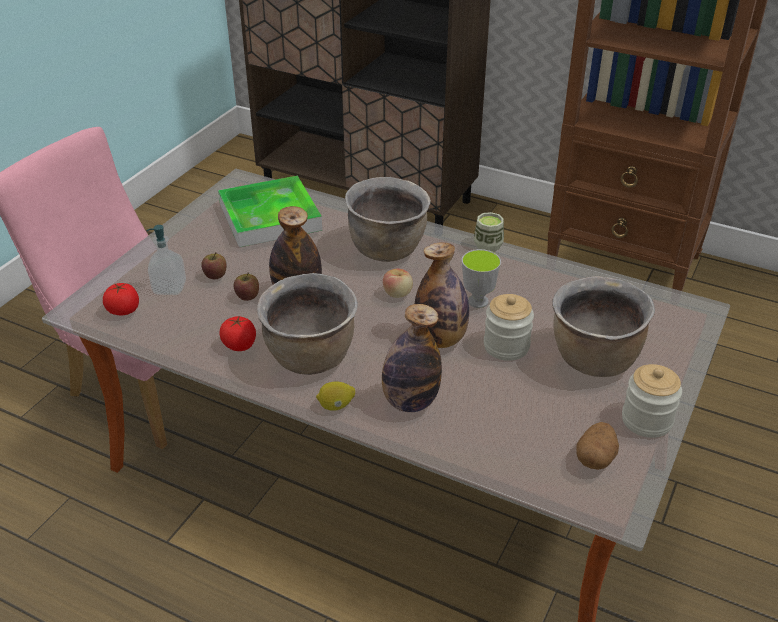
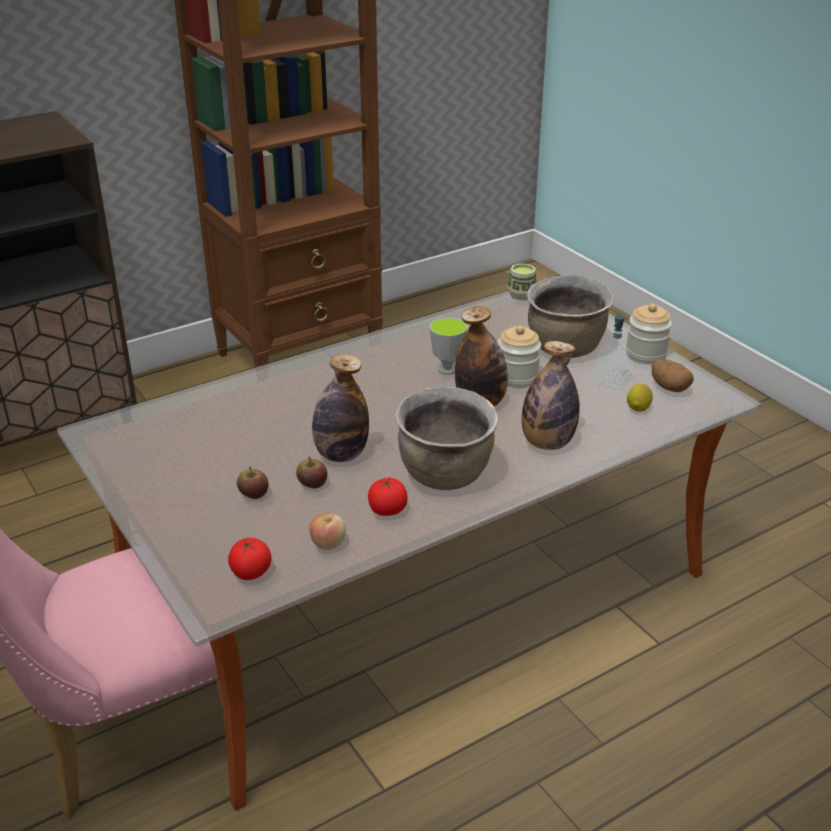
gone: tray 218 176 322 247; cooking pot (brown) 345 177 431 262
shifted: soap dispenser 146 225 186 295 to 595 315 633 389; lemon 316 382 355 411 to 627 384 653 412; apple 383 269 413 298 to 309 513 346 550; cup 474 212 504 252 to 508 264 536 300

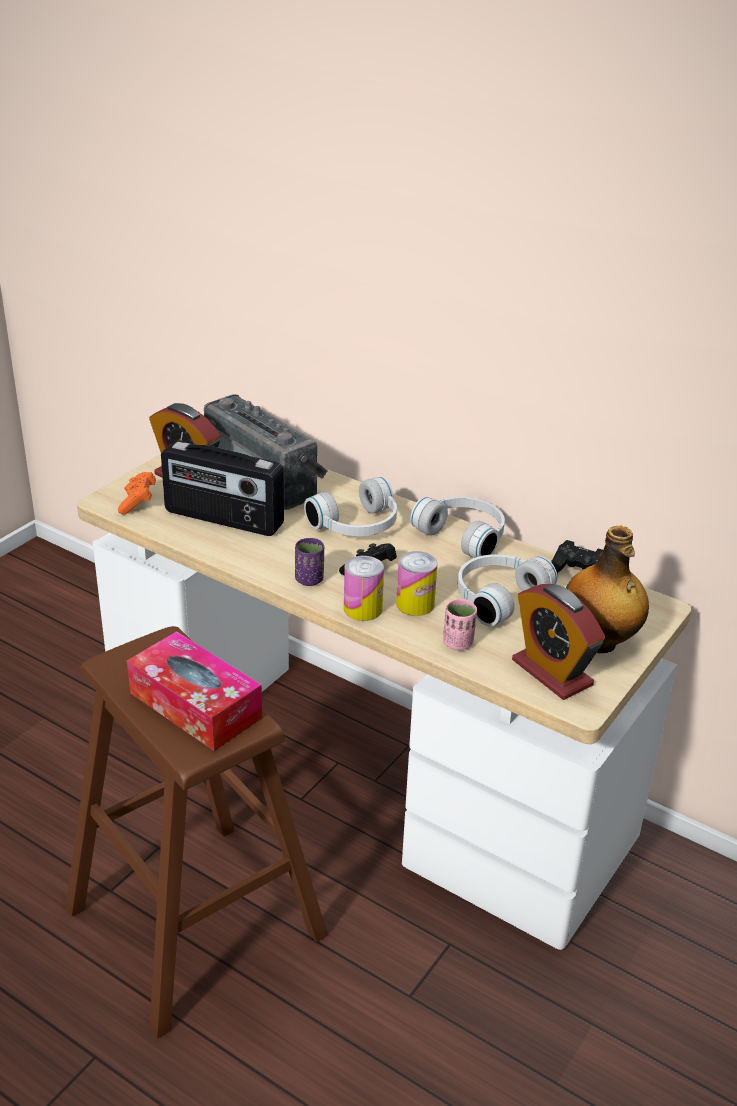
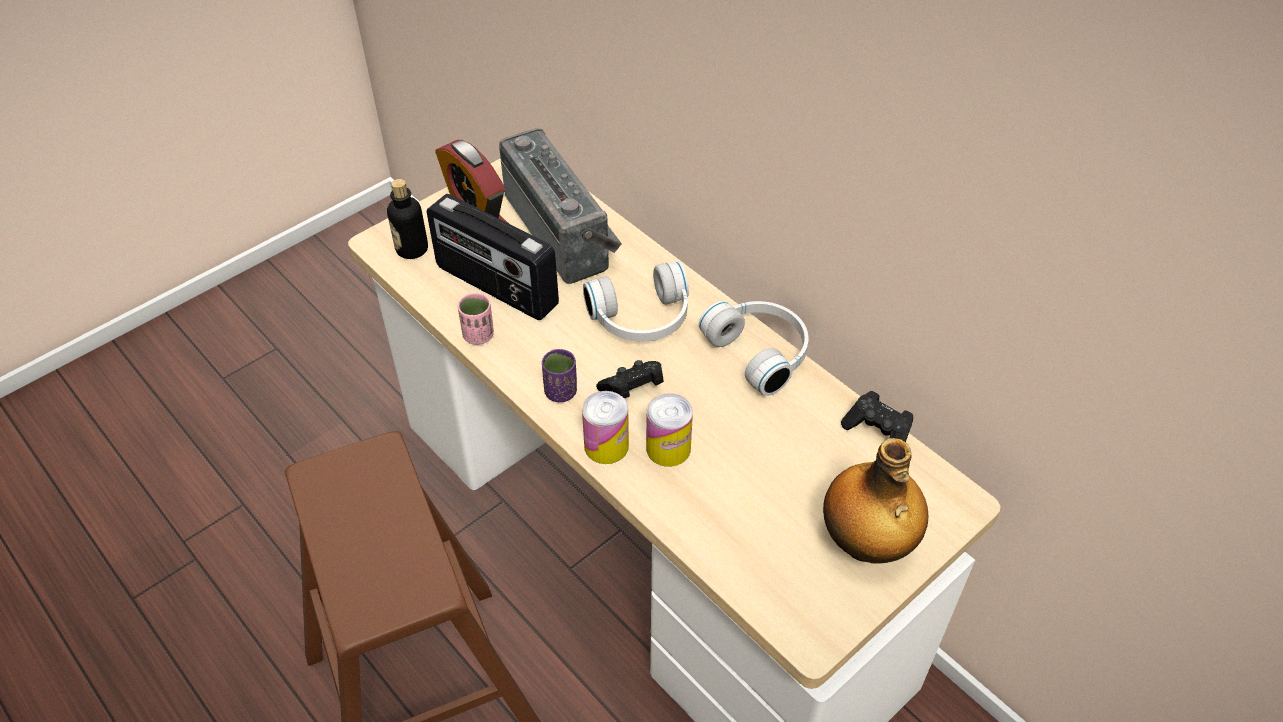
gone: tissue box 127 631 262 751; headphones (white) 458 554 558 626; alarm clock 512 584 605 700
shifted: cup (pink) 443 599 477 650 to 458 293 494 345
swapped: game controller (orange) 118 472 156 514 to bottle 387 179 428 259

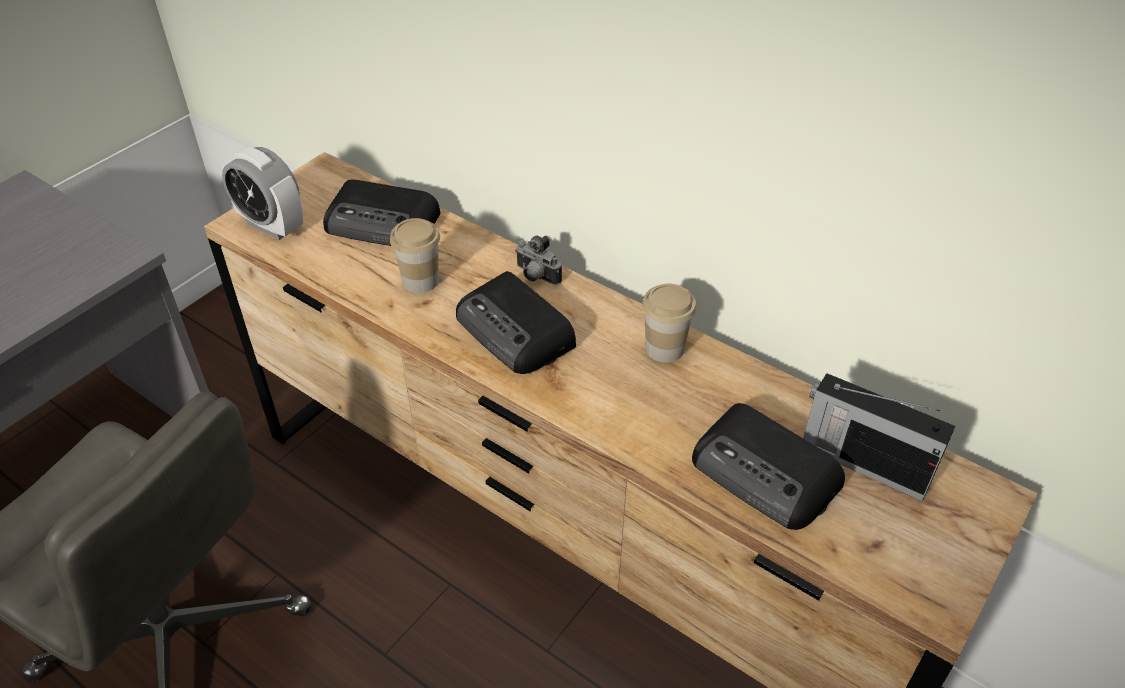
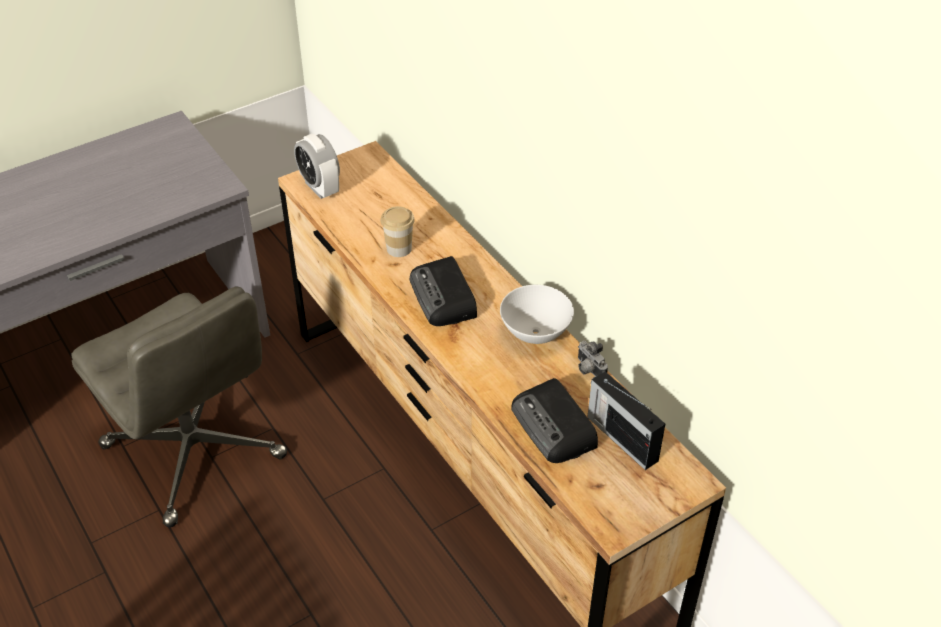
gone: radio 323 180 440 246
shifted: photo camera 515 235 562 285 to 578 341 608 376
swapped: cup 642 284 696 363 to bowl (white) 500 285 574 344

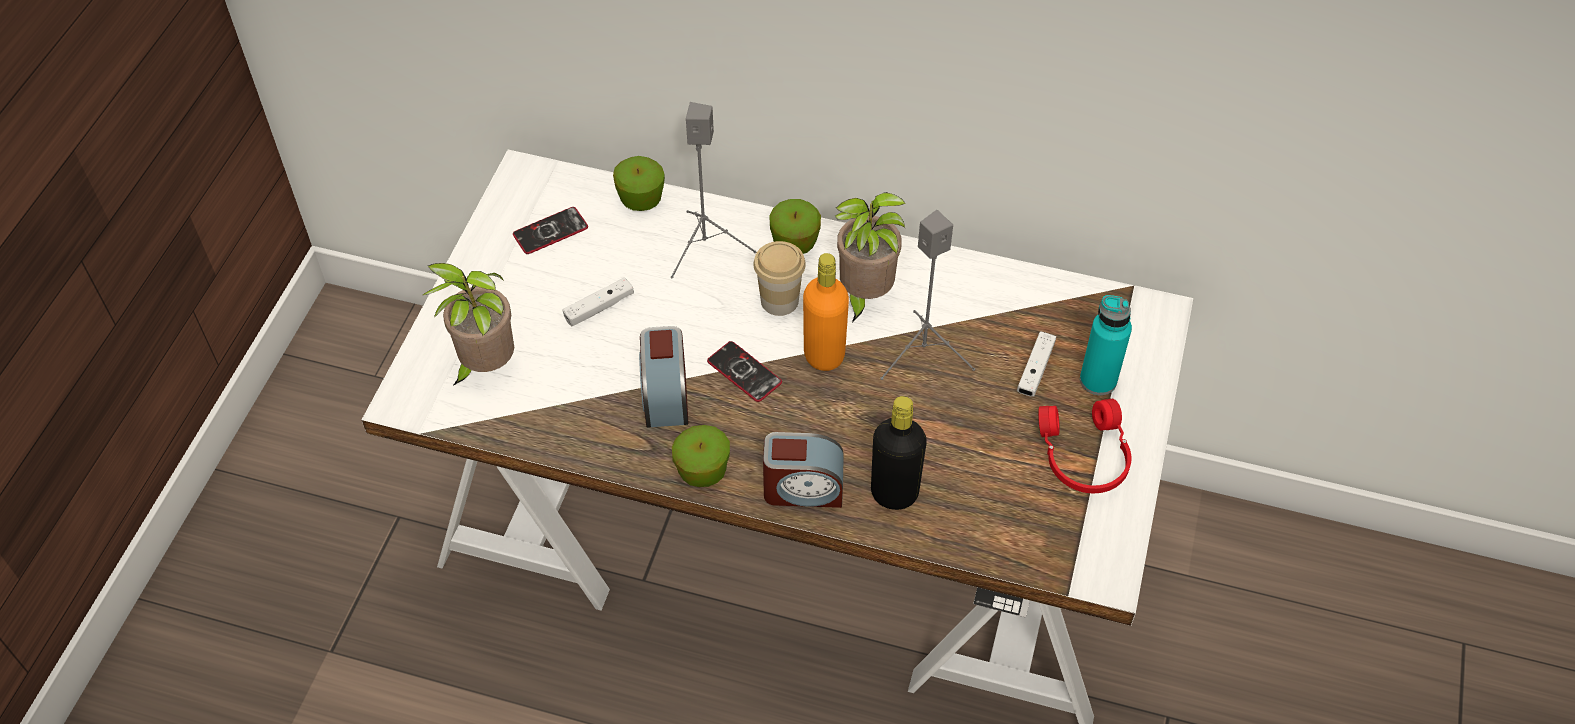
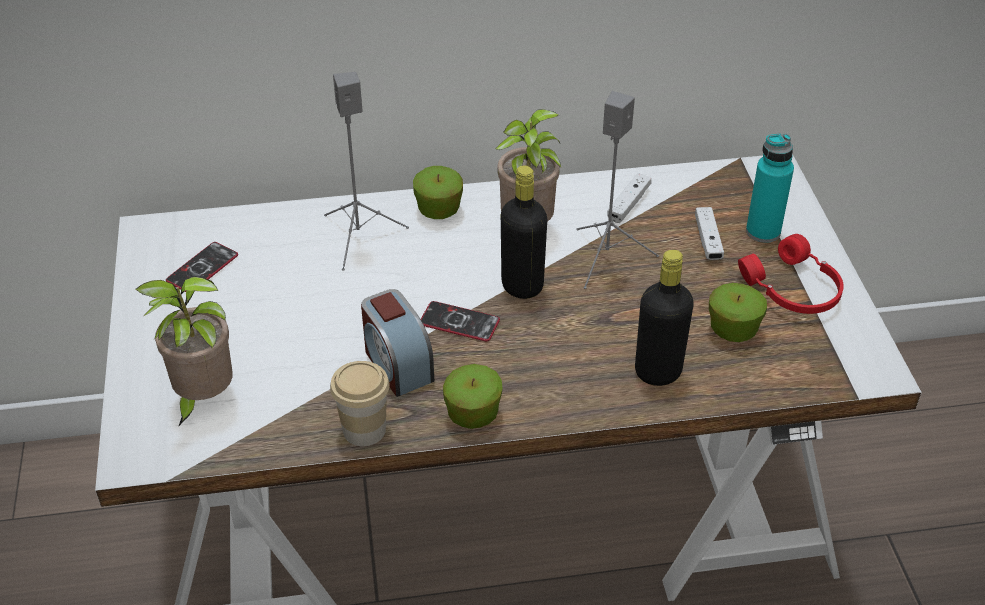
gone: alarm clock 763 432 844 508
shifted: game controller (white) 563 278 634 327 to 607 173 651 223; apple 613 156 665 211 to 709 283 767 342; cup 753 241 806 316 to 330 361 390 446
repainted: bottle (orange) 803 253 849 371 to bottle (black) 501 165 547 299

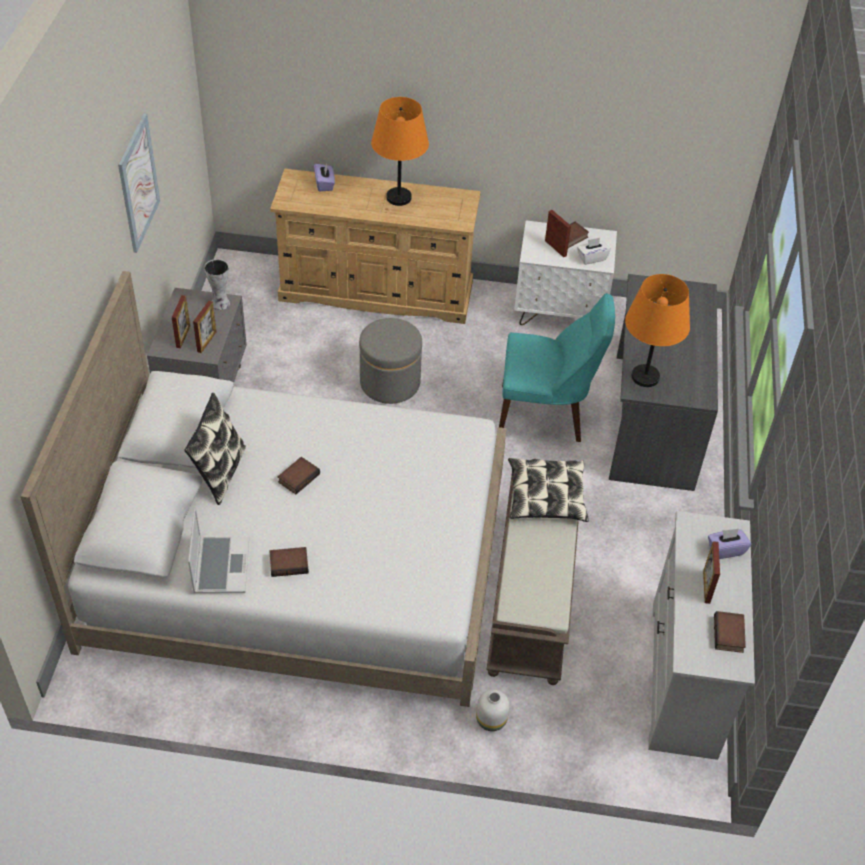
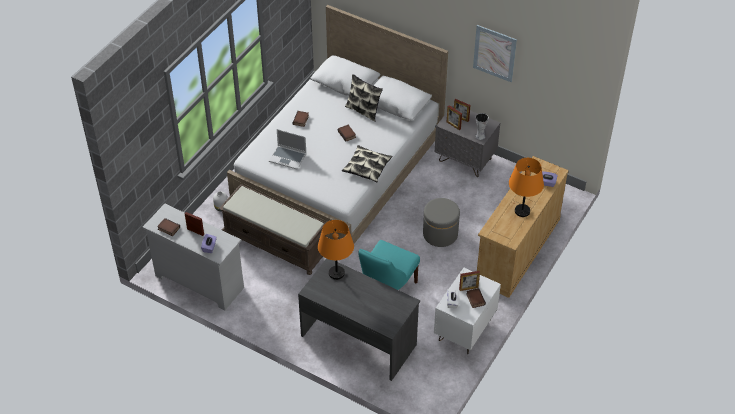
shifted: laptop 188 506 249 593 to 269 129 307 170; pillow 508 458 589 522 to 342 145 393 182

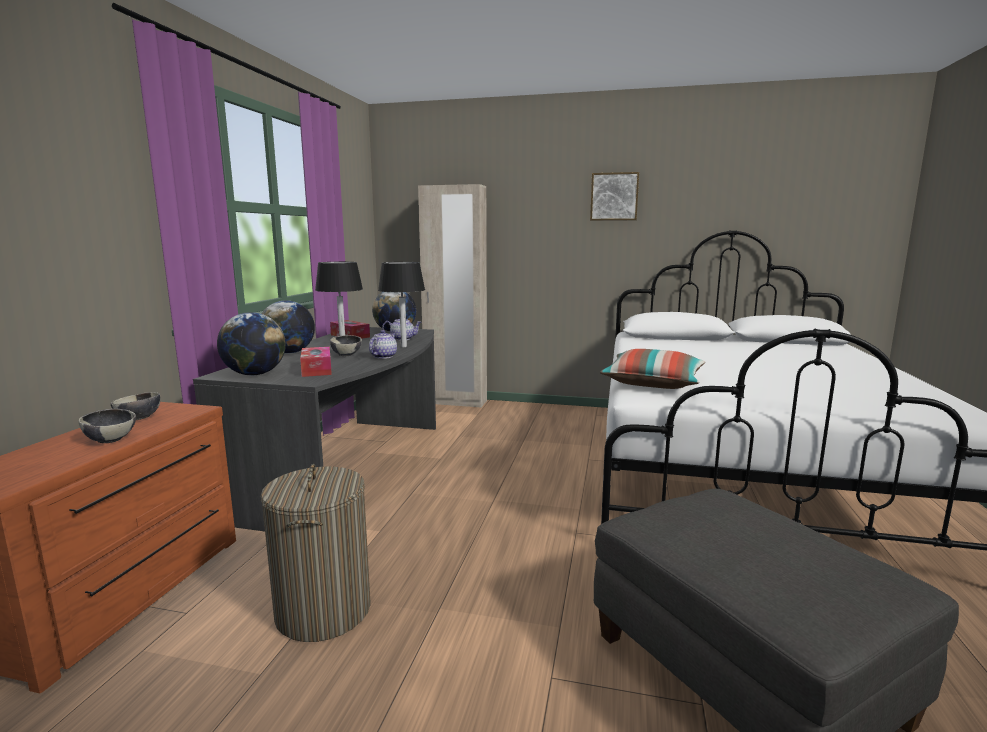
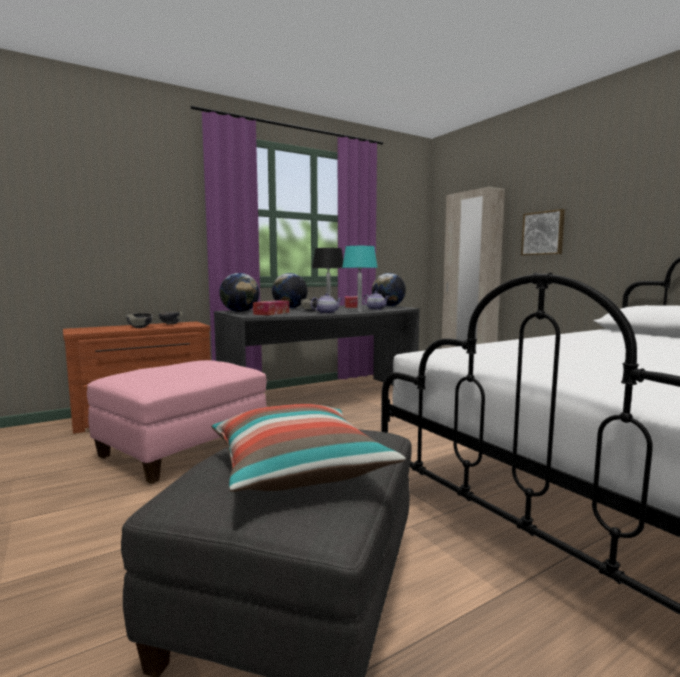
shifted: picture 590 172 639 221 to 521 209 565 256; pillow 600 349 705 389 to 212 404 406 492
swapped: laundry basket 261 464 371 642 to ottoman (pink) 87 360 267 484
repainted: table lamp (black) 378 262 425 347 to table lamp (turquoise) 342 246 378 312

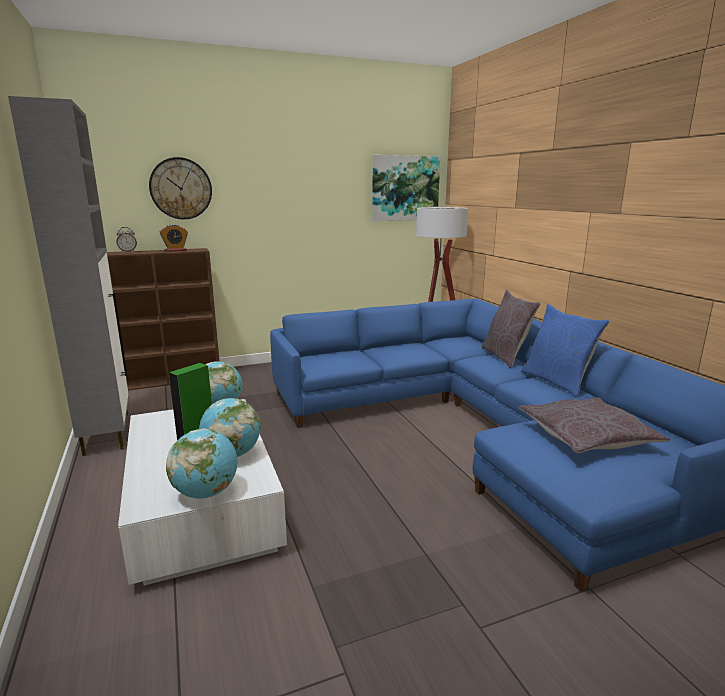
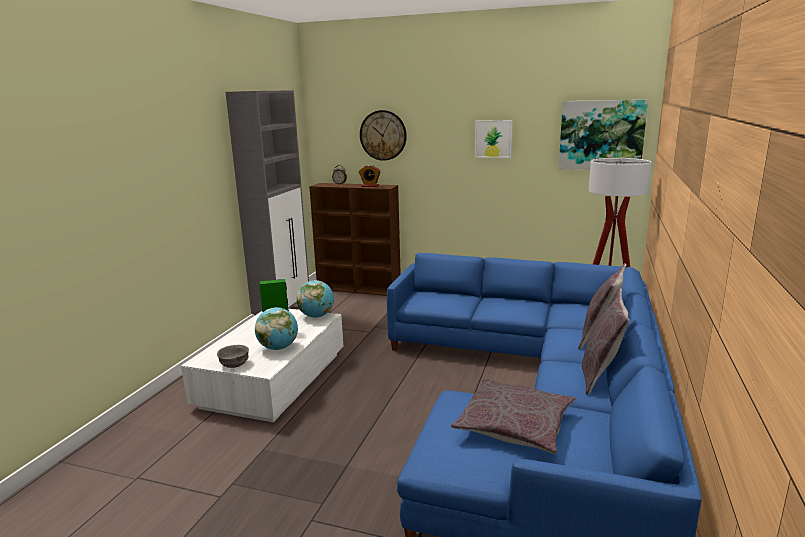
new: picture 475 120 513 158
swapped: globe 166 429 237 499 to bowl (grey) 217 345 249 368
repainted: pillow (blue) 521 304 609 398 to pillow (grey) 582 288 630 395

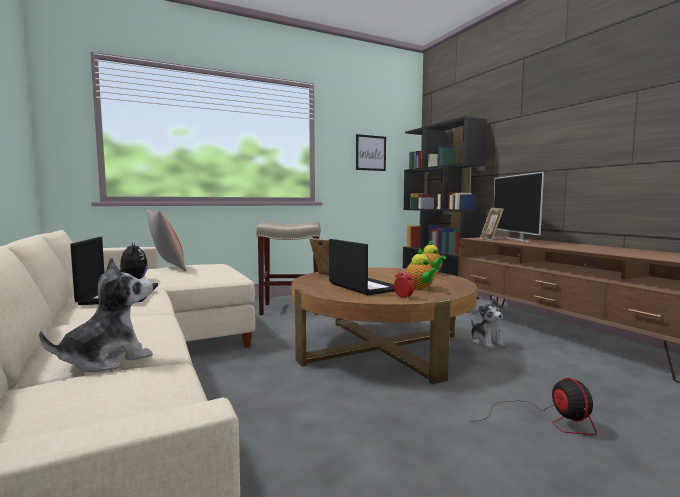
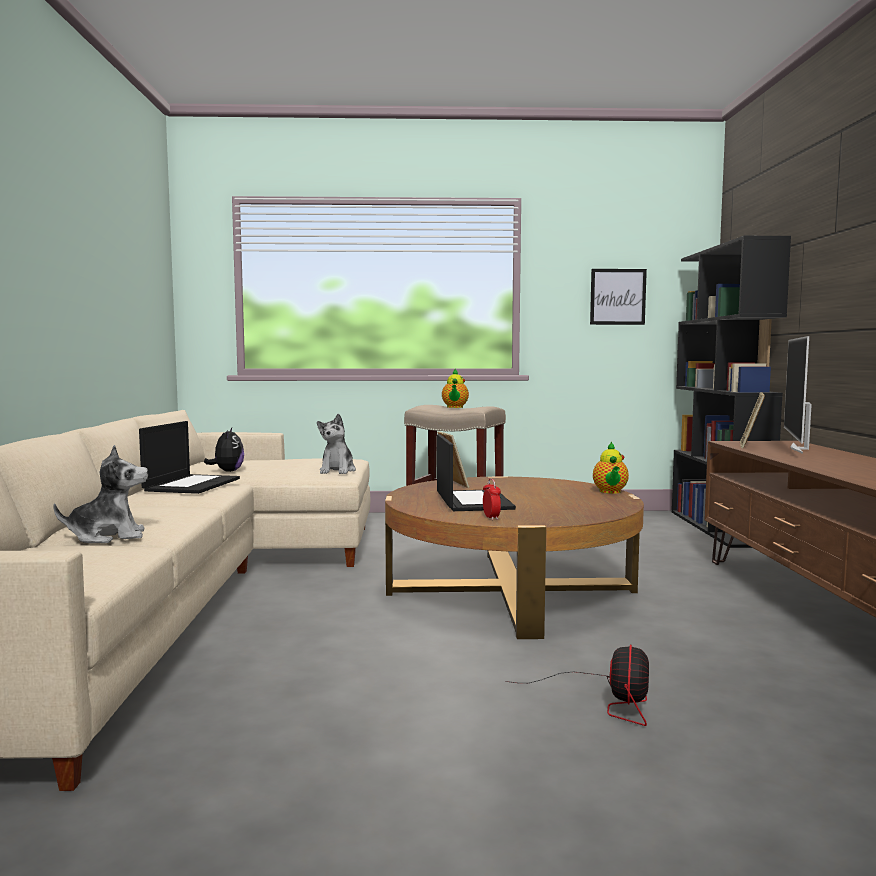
gone: pillow 146 209 186 271
shifted: teapot 405 248 439 290 to 442 369 469 408; plush toy 471 298 506 349 to 317 414 356 474

